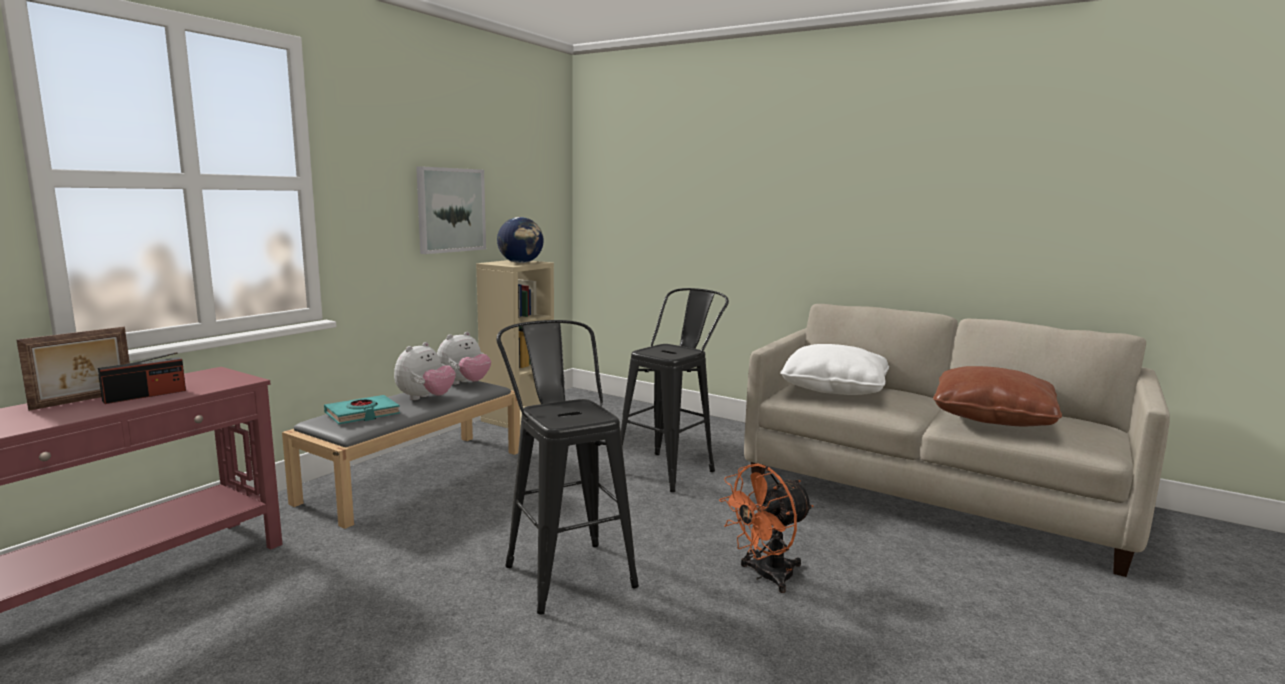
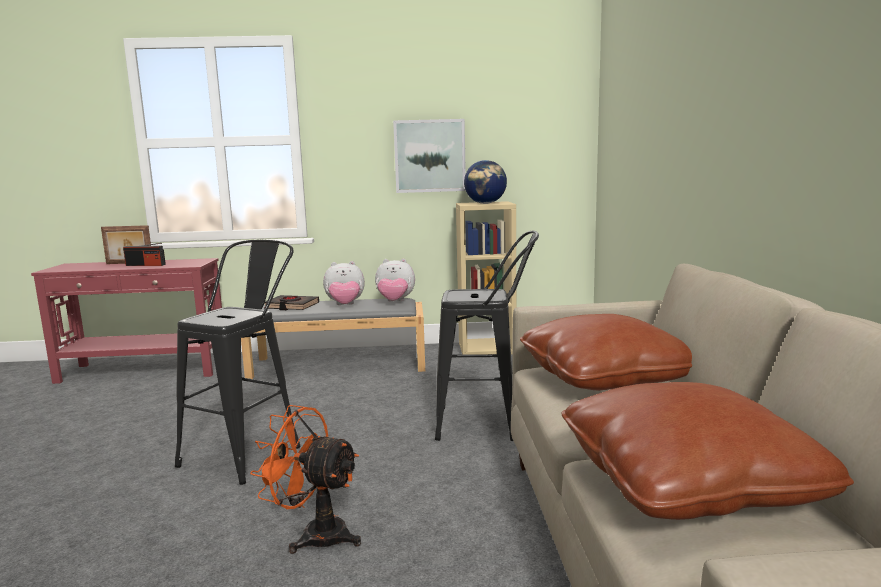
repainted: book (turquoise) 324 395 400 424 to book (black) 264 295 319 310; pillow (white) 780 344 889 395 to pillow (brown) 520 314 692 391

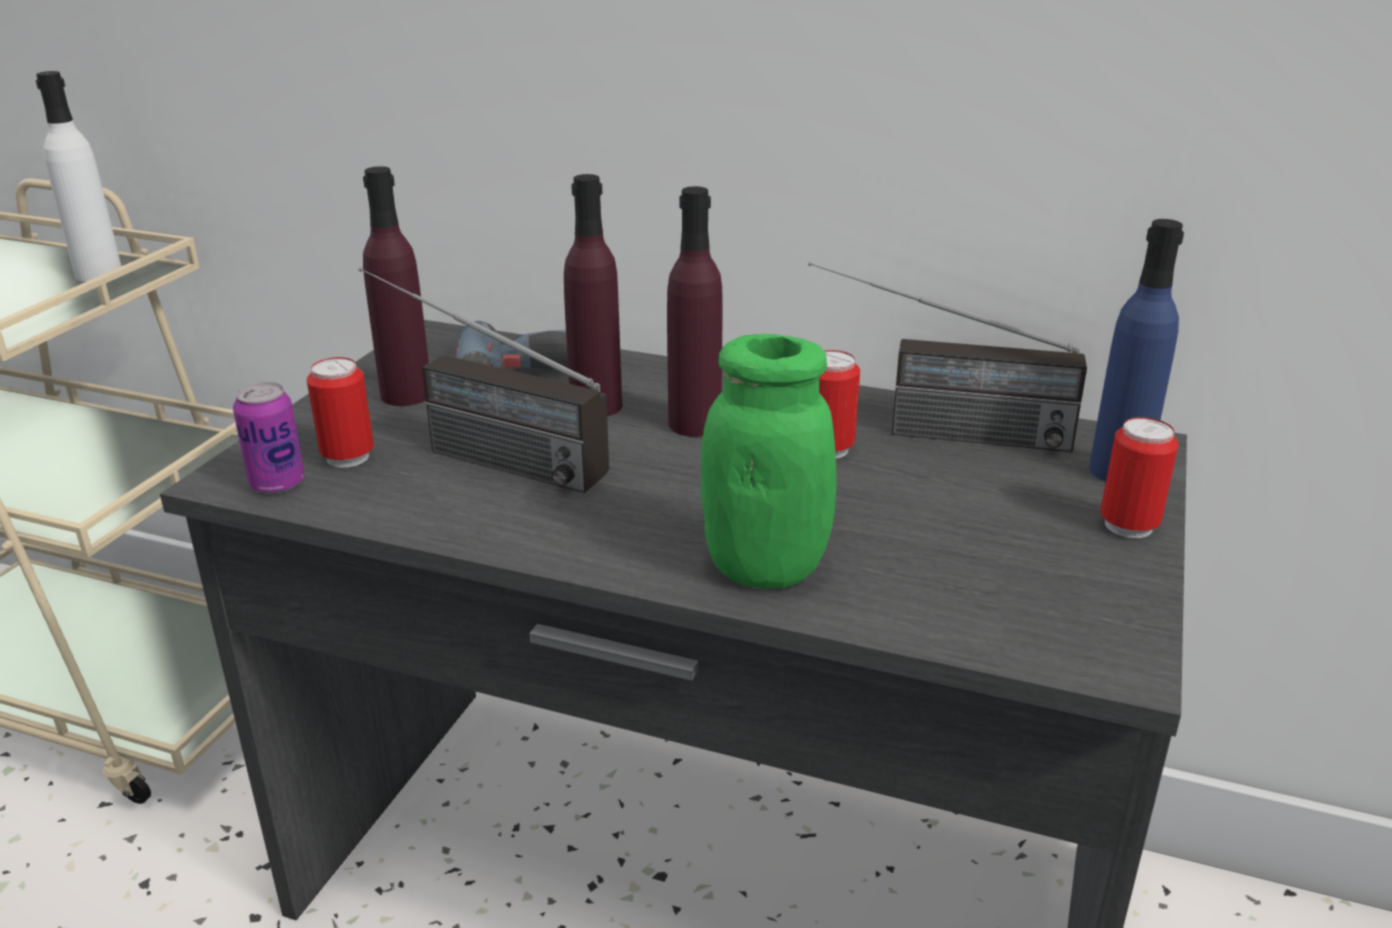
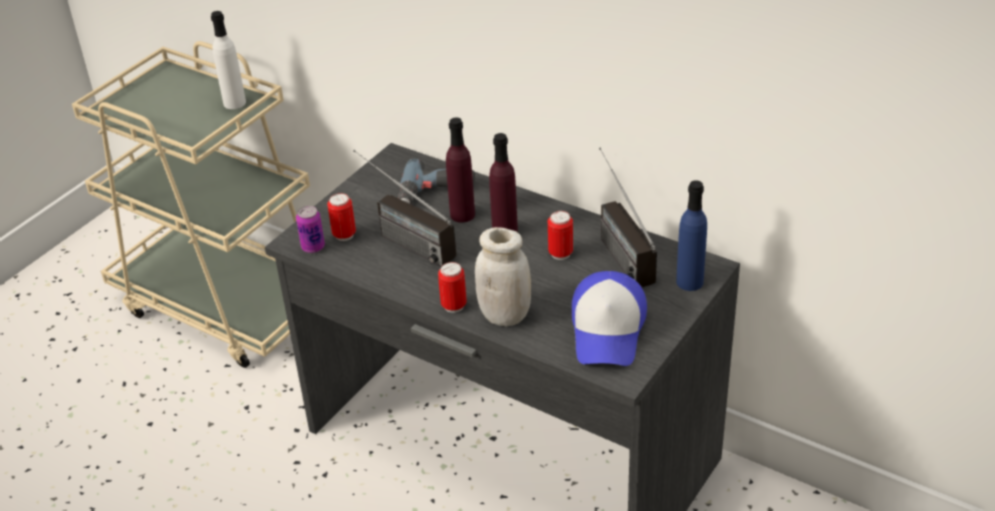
gone: bottle (purple) 363 166 429 406
new: cap 572 271 647 366
shifted: can 1100 417 1178 538 to 438 262 467 313
repainted: jar (green) 701 334 836 588 to jar (white) 475 227 531 326
rotated: radio 808 261 1087 452 = 599 148 657 287 45 degrees clockwise

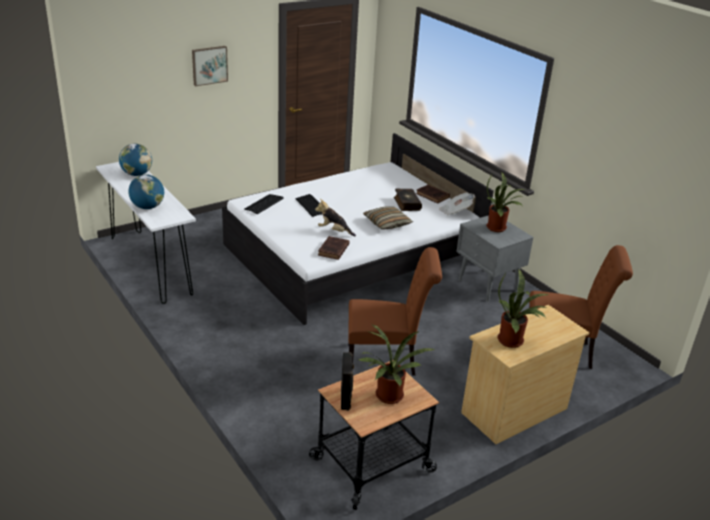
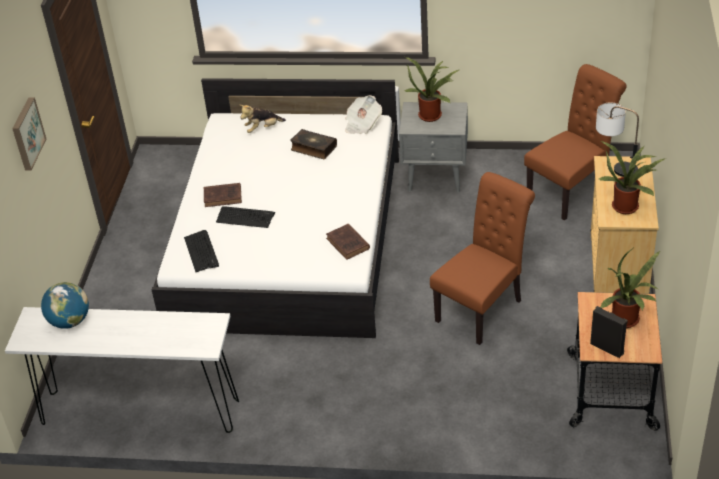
gone: globe 128 174 164 209; pillow 363 206 413 230
new: table lamp 596 103 639 177
shifted: plush toy 315 199 356 236 to 240 105 286 133; book (brown) 416 184 450 204 to 204 183 242 207

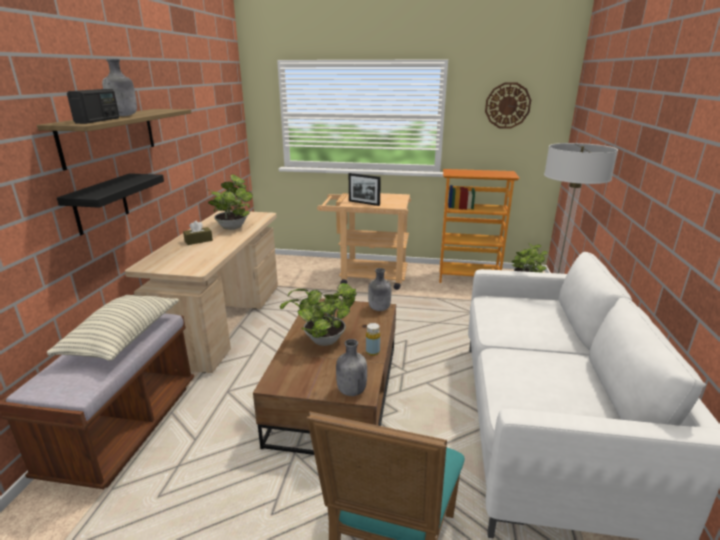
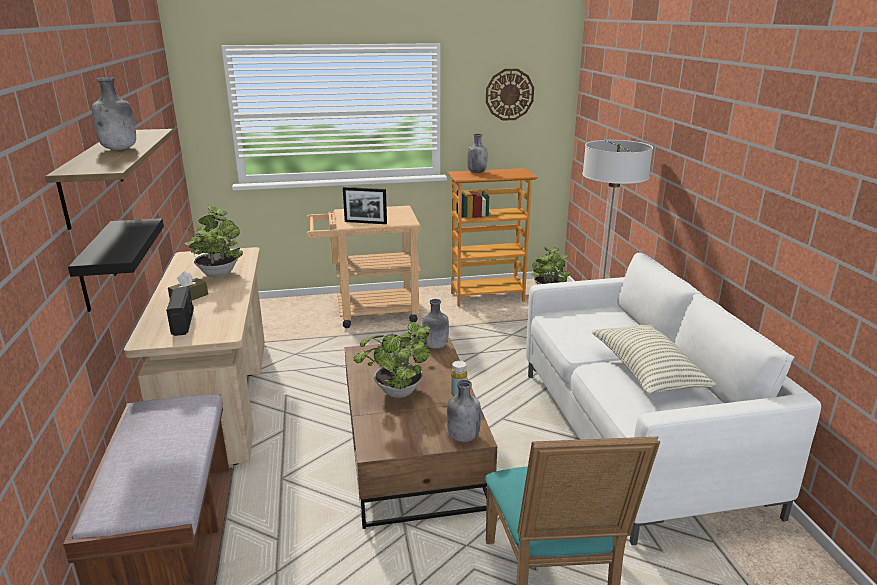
new: bottle (grey) 467 134 487 173
shifted: pillow 47 295 179 361 to 592 325 717 396; radio 67 89 119 124 to 166 287 194 336

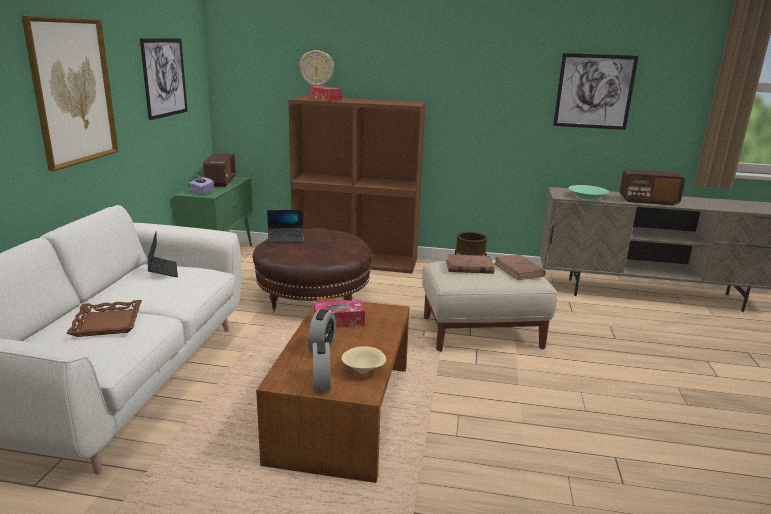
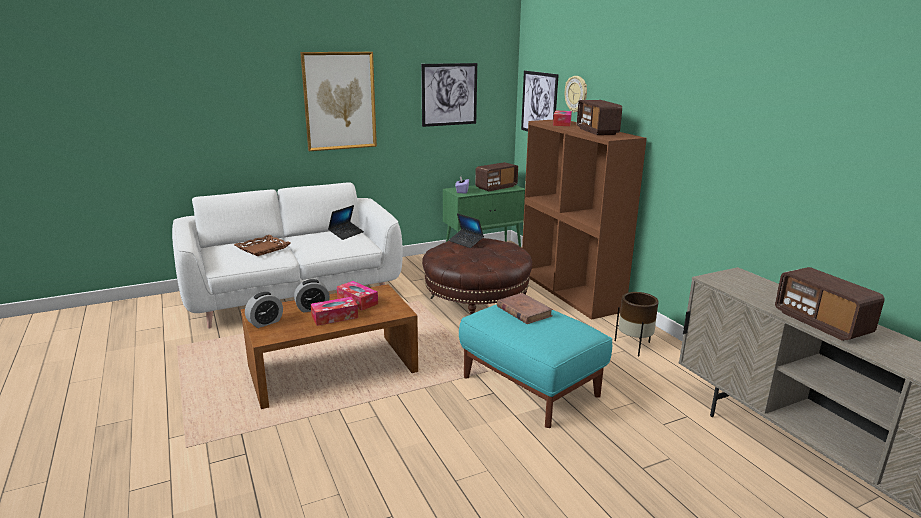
gone: bowl (beige) 342 346 386 374; book (brown) 494 255 546 280; bowl (turquoise) 568 185 609 200
new: tissue box 311 297 358 326; radio 577 100 622 135
shifted: picture 553 53 639 130 to 521 71 559 131
repainted: ottoman (beige) 422 260 557 352 to ottoman (turquoise) 459 304 612 428

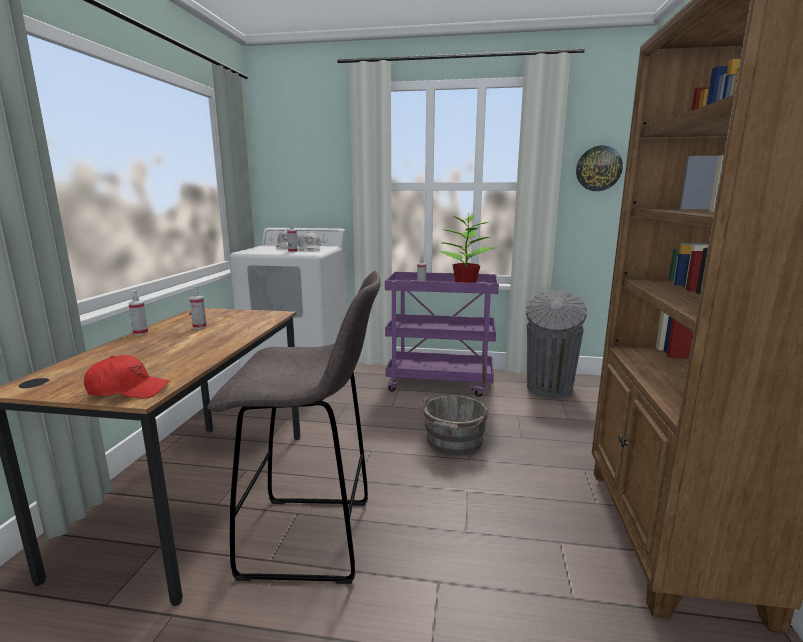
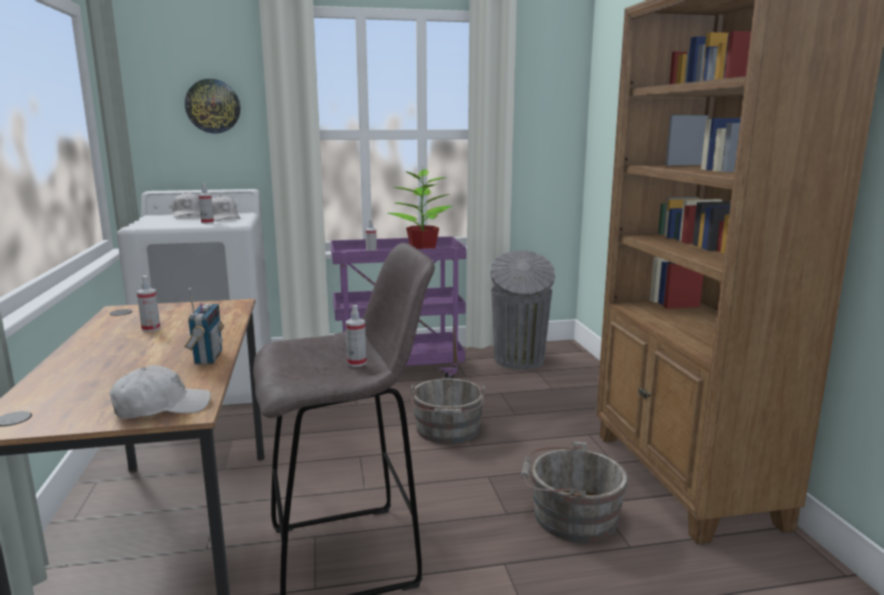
new: radio 184 288 224 365; bucket (grey) 521 441 628 543
shifted: spray bottle 128 290 148 335 to 346 305 366 367; wall clock 576 146 623 191 to 185 79 240 133
repainted: cap (red) 84 355 170 399 to cap (white) 109 365 211 419

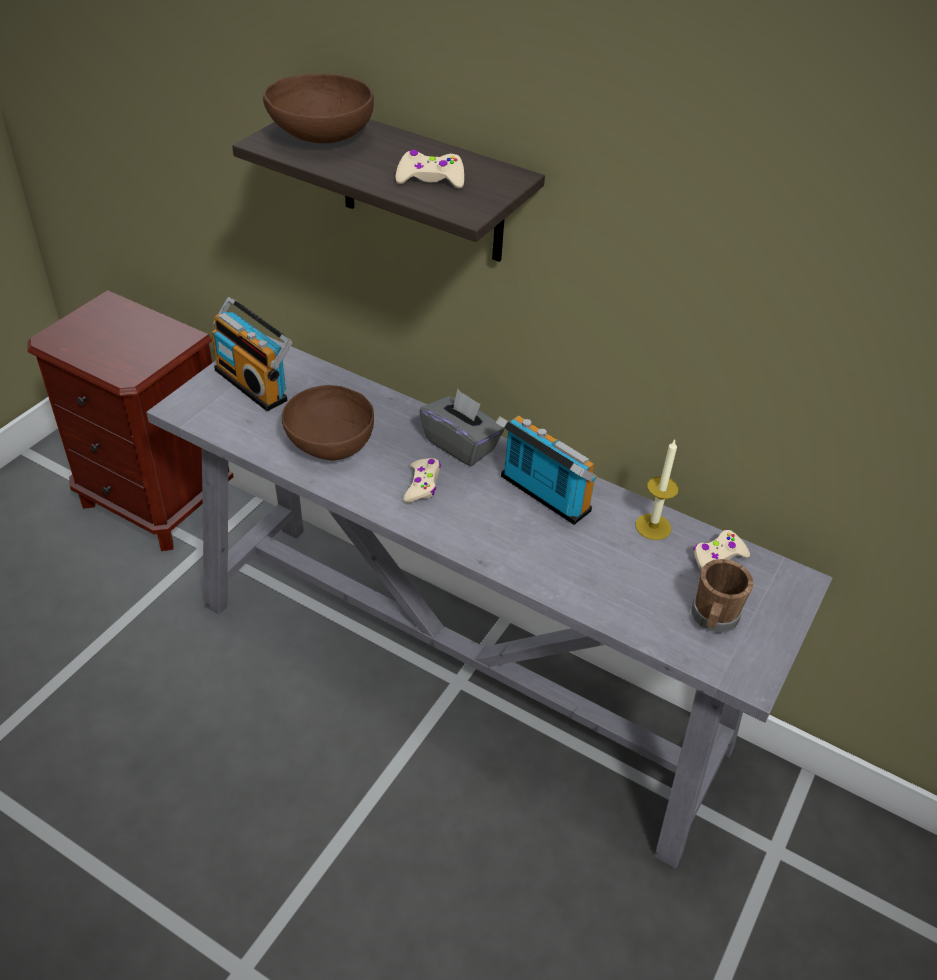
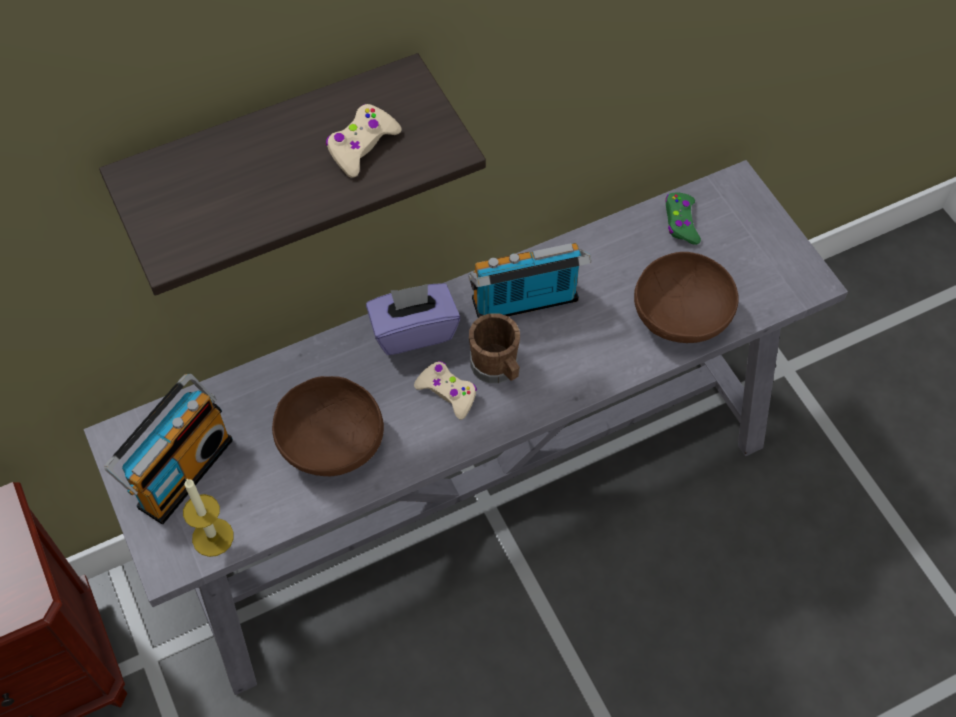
shifted: bowl (brown) 263 74 374 143 to 634 252 739 343; candle 636 439 679 540 to 183 479 234 557; mug (brown) 691 559 753 633 to 469 313 520 383
repainted: tissue box (grey) 419 389 504 466 to tissue box (purple) 366 283 460 355; game controller (beige) 693 530 750 570 to game controller (green) 665 193 701 245
rotated: radio 212 297 293 412 = 104 374 233 524 45 degrees counterclockwise

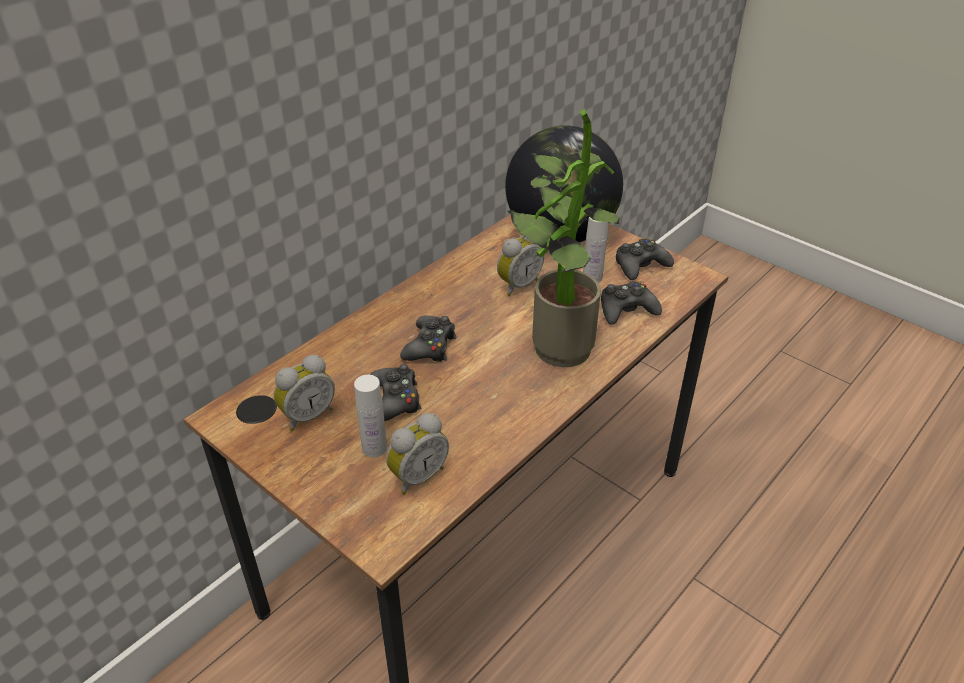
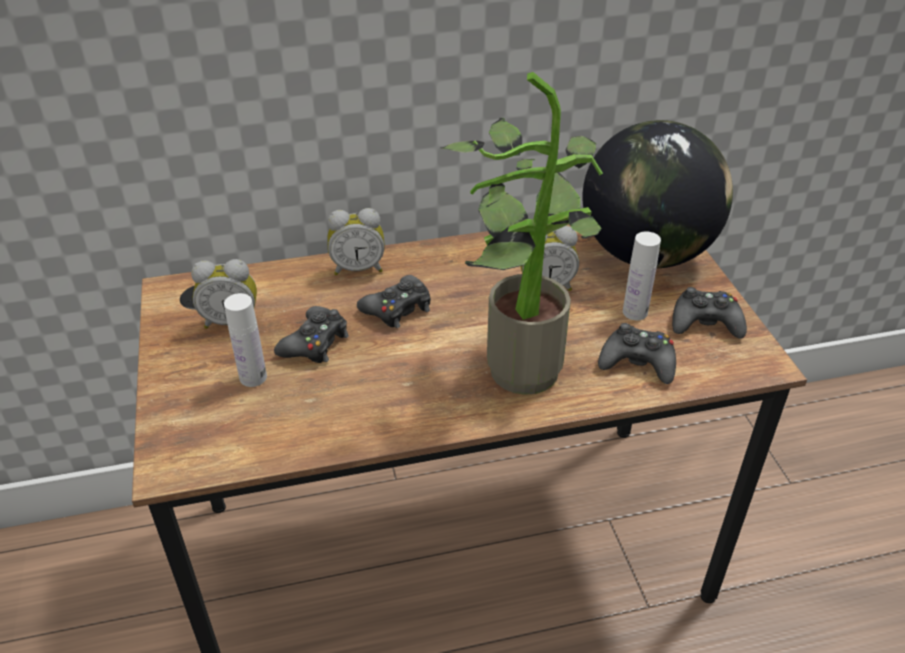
shifted: alarm clock 386 413 449 495 to 328 208 385 275

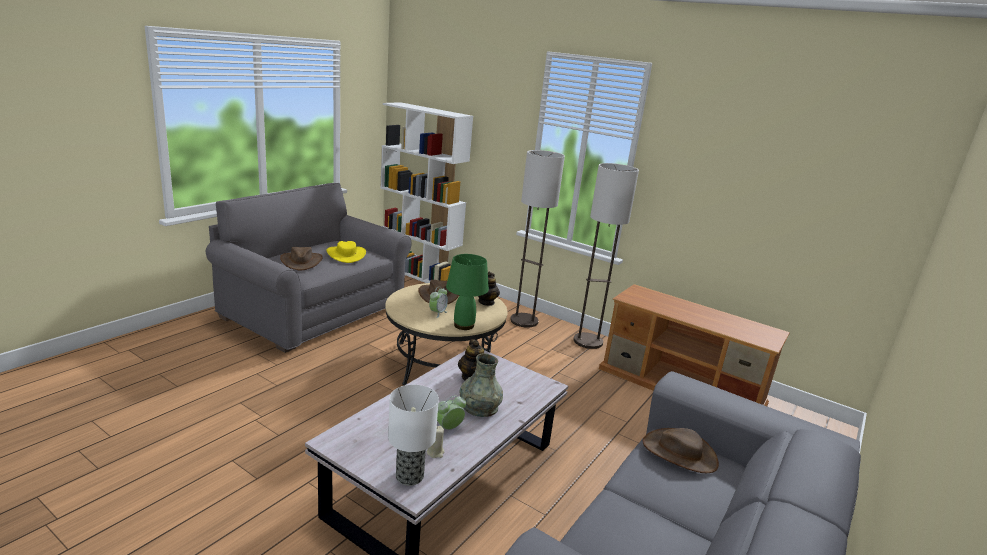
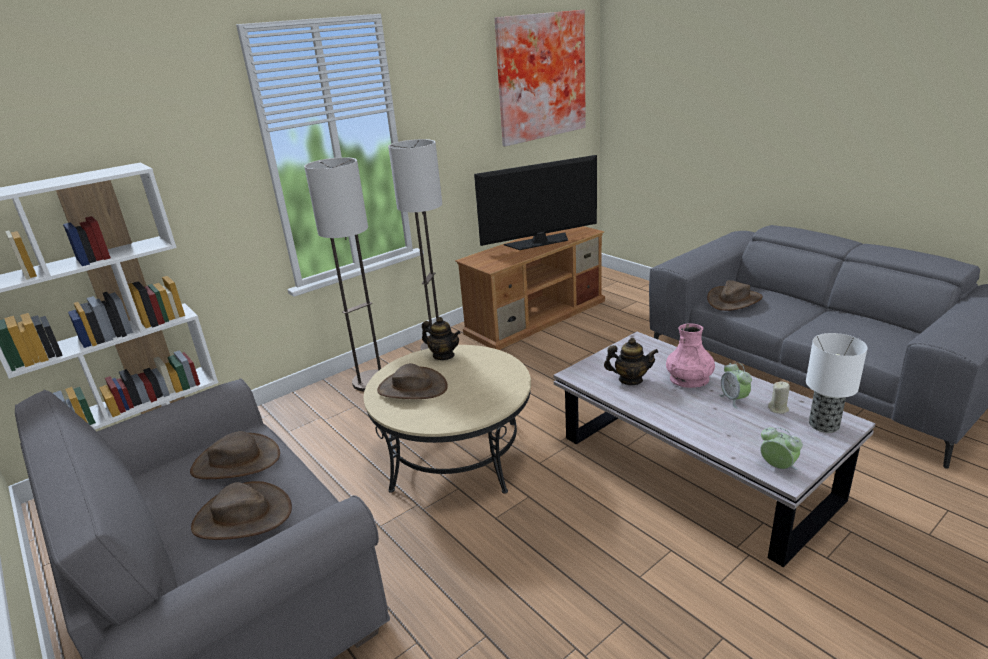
gone: table lamp (green) 446 254 489 330
new: television 474 155 597 250; picture 494 10 586 146
shifted: alarm clock 429 286 448 318 to 760 427 803 470
repainted: hat (yellow) 326 241 366 263 to hat (brown) 190 431 280 479; vase (grey) 460 353 503 417 to vase (pink) 666 323 715 388

